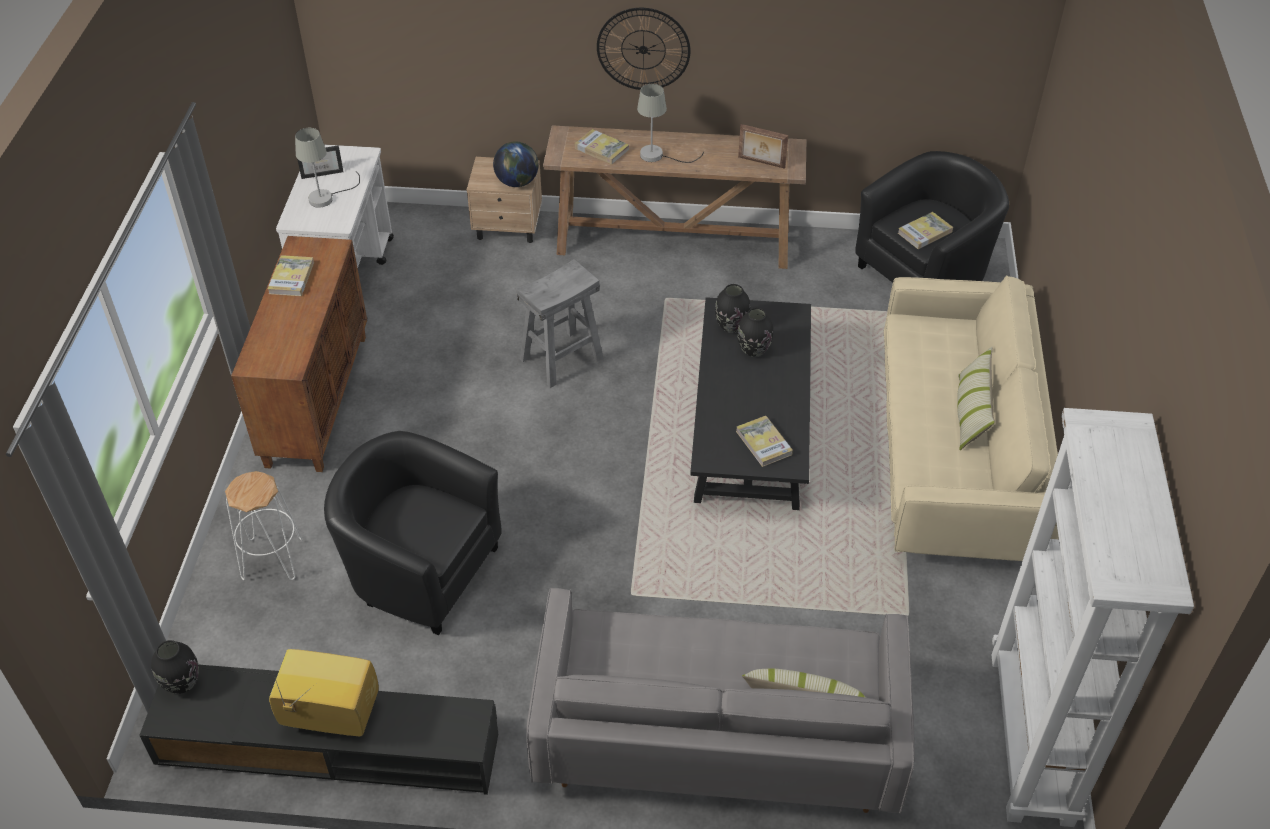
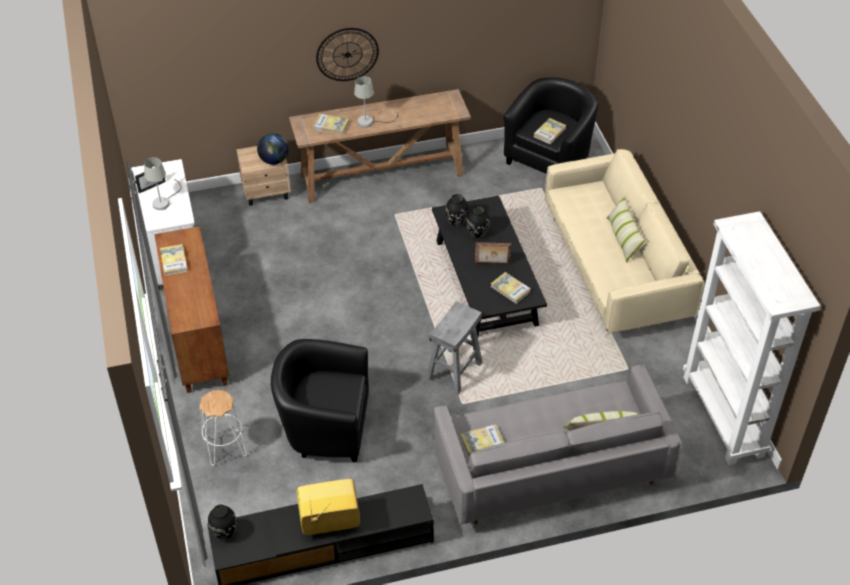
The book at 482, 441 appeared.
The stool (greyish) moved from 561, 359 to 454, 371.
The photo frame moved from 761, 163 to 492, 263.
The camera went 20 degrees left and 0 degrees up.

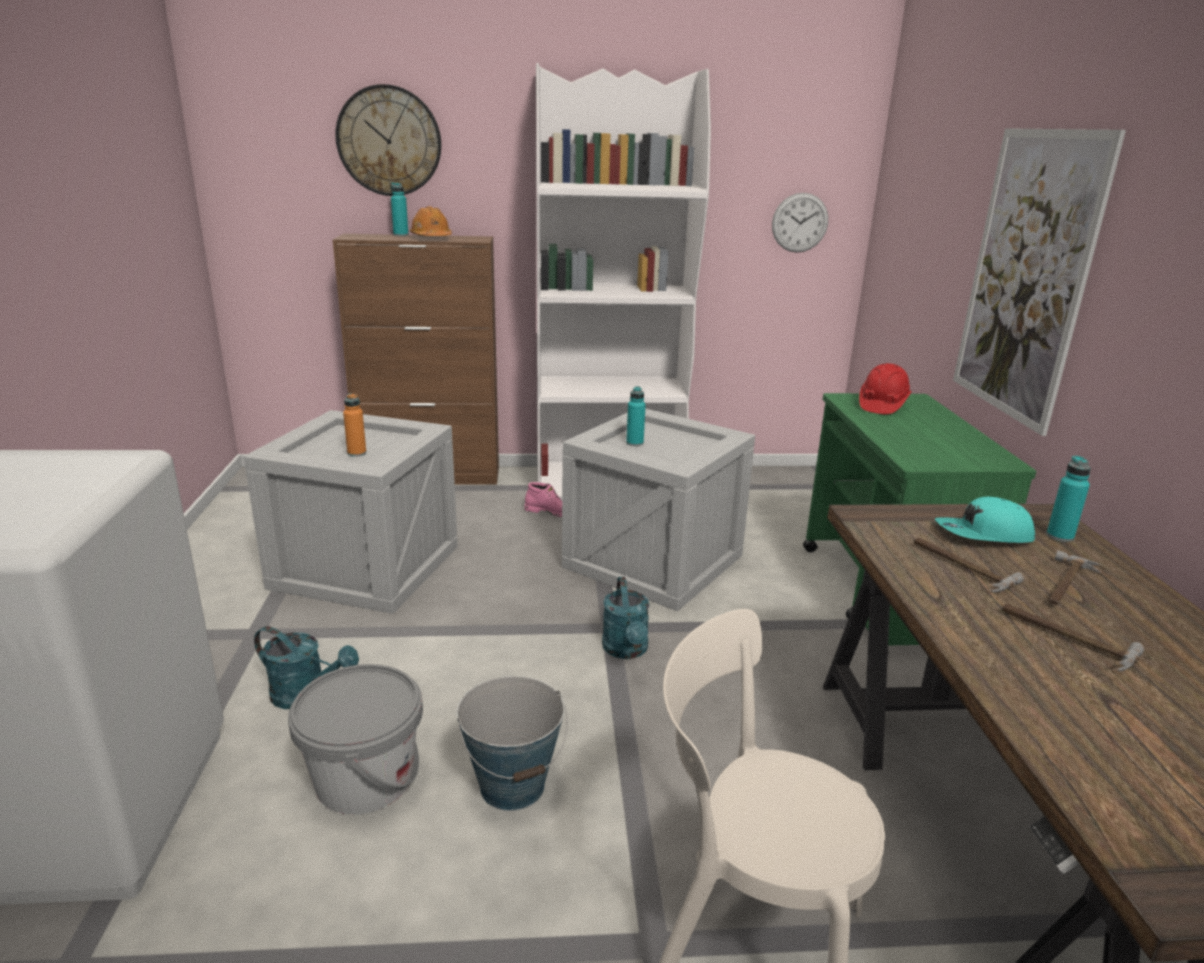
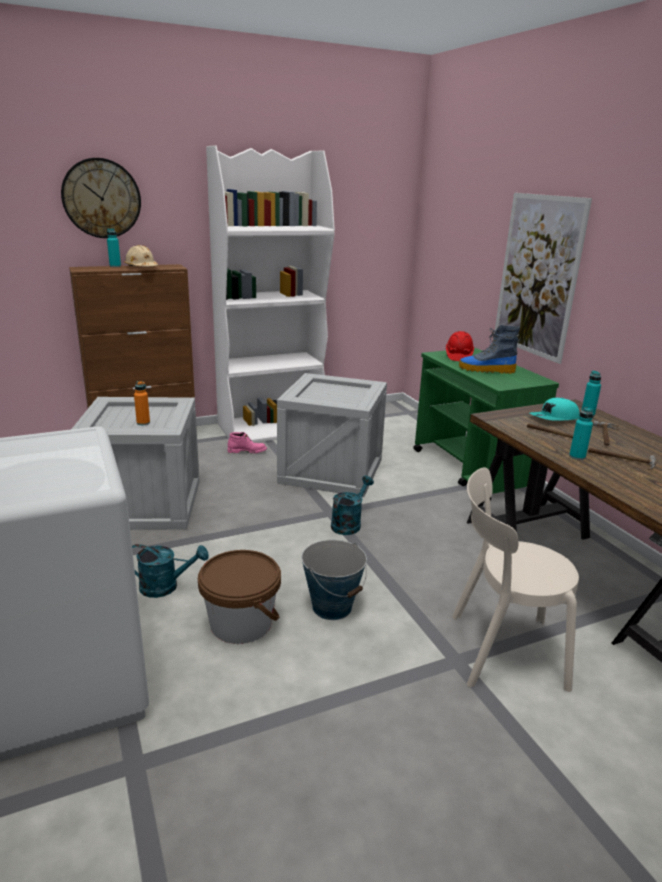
The wall clock at 800, 222 disappeared.
The tall boot at 486, 370 appeared.
The drink bottle (turquoise-coloured) moved from 634, 443 to 577, 456.
The water bucket (greyish) at 365, 779 became the water bucket (brownish) at 241, 623.
The work helmet (orange-coloured) at 431, 238 became the work helmet (beige-coloured) at 141, 267.
The watering pot (turquoise-coloured) at 626, 651 turned 120 degrees counterclockwise.
The camera went 20 degrees left and 0 degrees up.

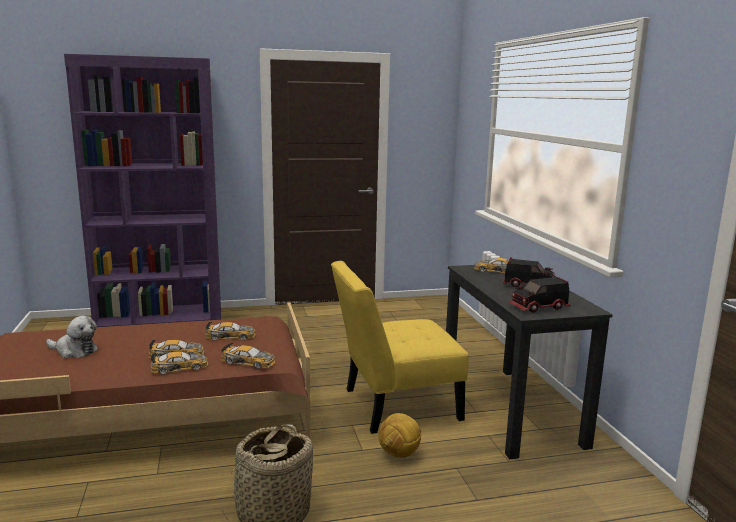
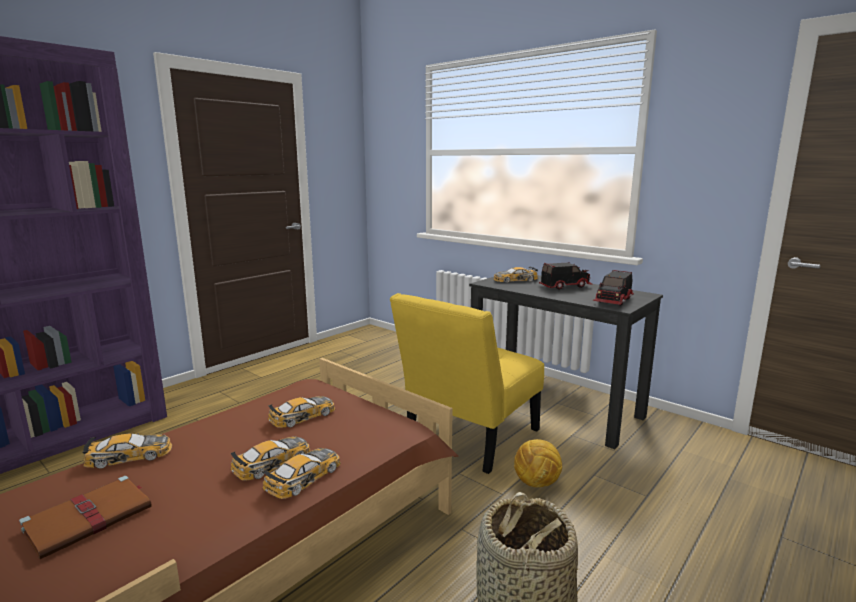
The toy car moved from 249, 362 to 130, 456.
The soft toy at 74, 351 was replaced by the book (brownish) at 91, 518.
The camera went 35 degrees left and 0 degrees up.

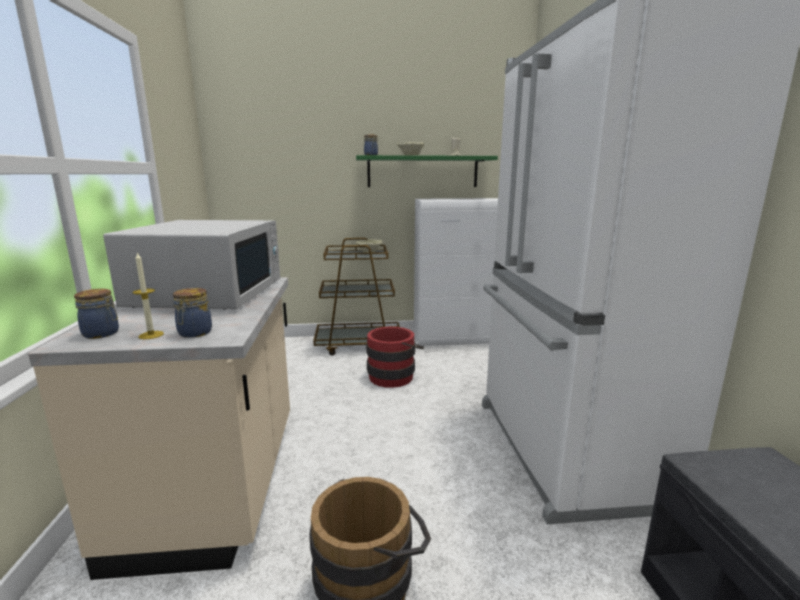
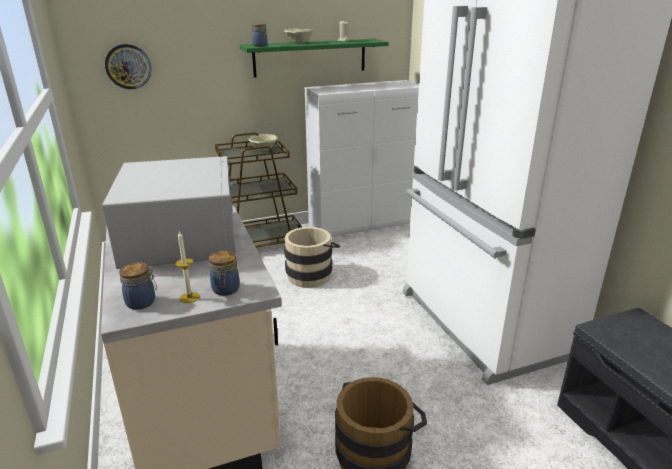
The wall clock at 128, 66 appeared.
The water bucket (red-coloured) at 394, 375 became the water bucket (beige-coloured) at 311, 274.
The camera went 15 degrees left and 10 degrees up.

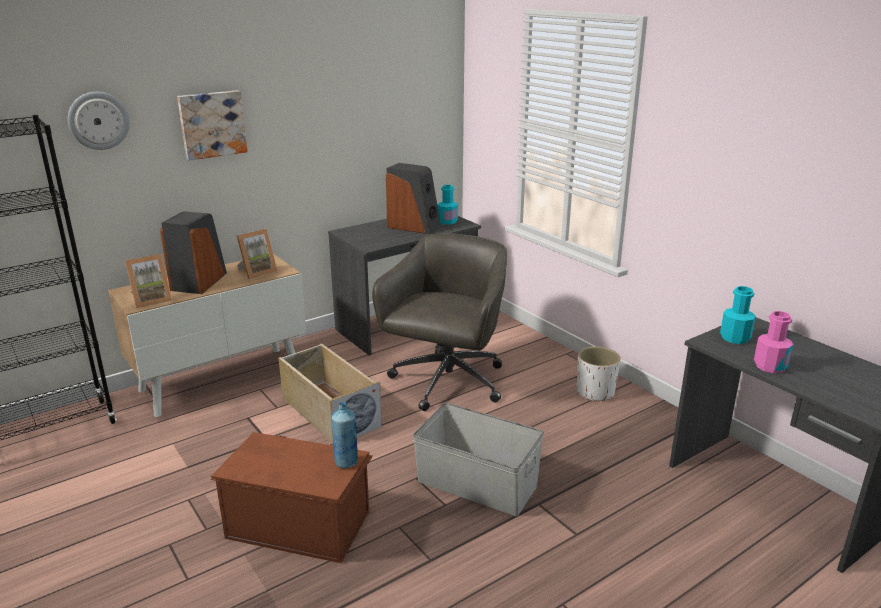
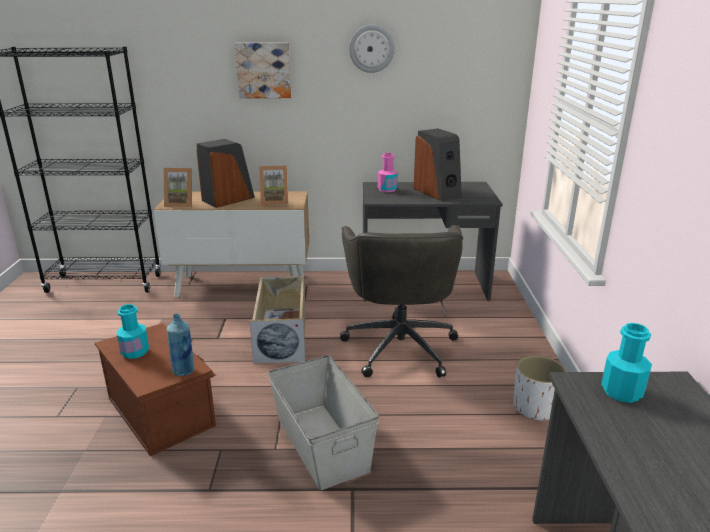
The wall clock moved from 98, 120 to 371, 48.
The drink bottle (turquoise-coloured) moved from 447, 221 to 135, 352.
The drink bottle (pink) moved from 770, 366 to 387, 189.
The office chair (greyish) at 447, 383 turned 120 degrees clockwise.
The camera went 35 degrees right and 0 degrees up.

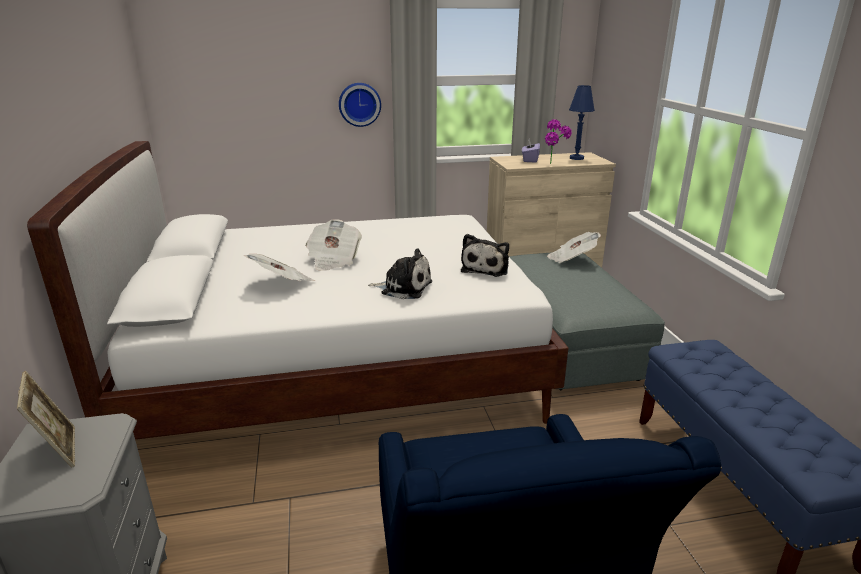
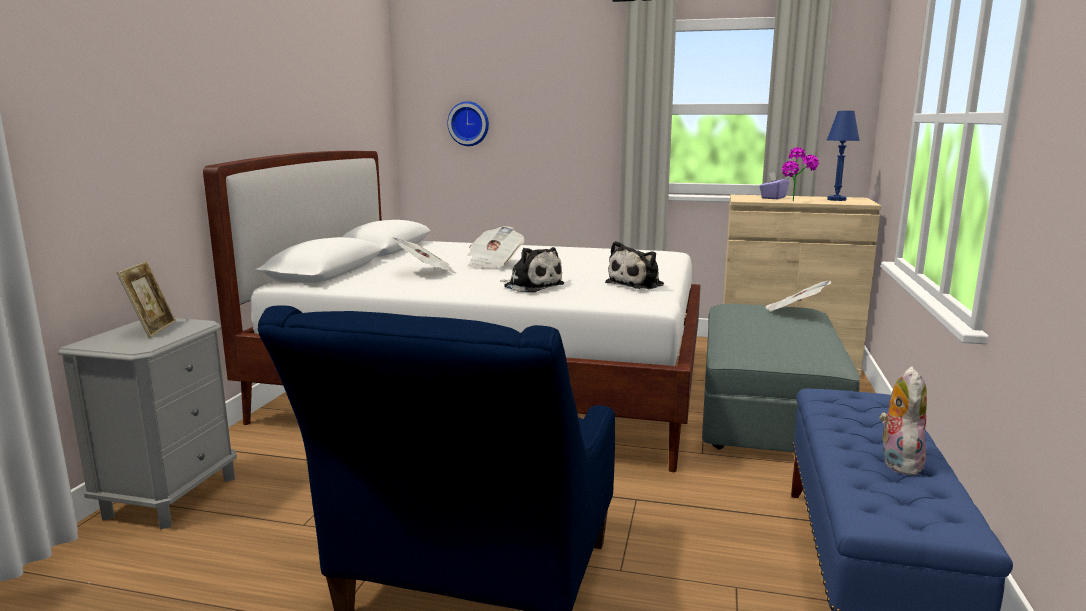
The soft toy at 897, 462 appeared.
The wall clock moved from 359, 104 to 469, 123.
The camera went 25 degrees right and 10 degrees down.

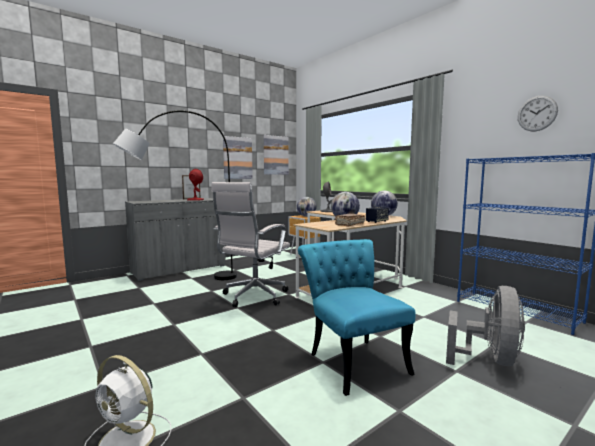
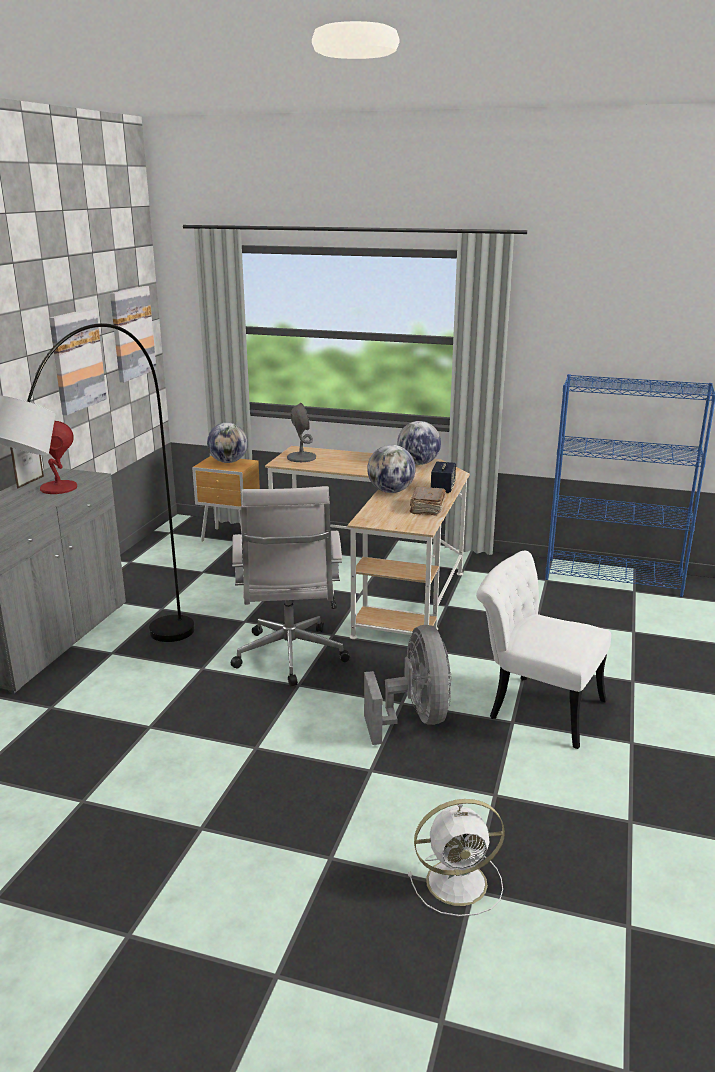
The wall clock at 537, 113 disappeared.
The electric fan (greyish) moved from 490, 360 to 414, 719.
The upright chair (turquoise-coloured) at 352, 359 became the upright chair (white) at 535, 706.
The camera went 35 degrees left and 15 degrees up.

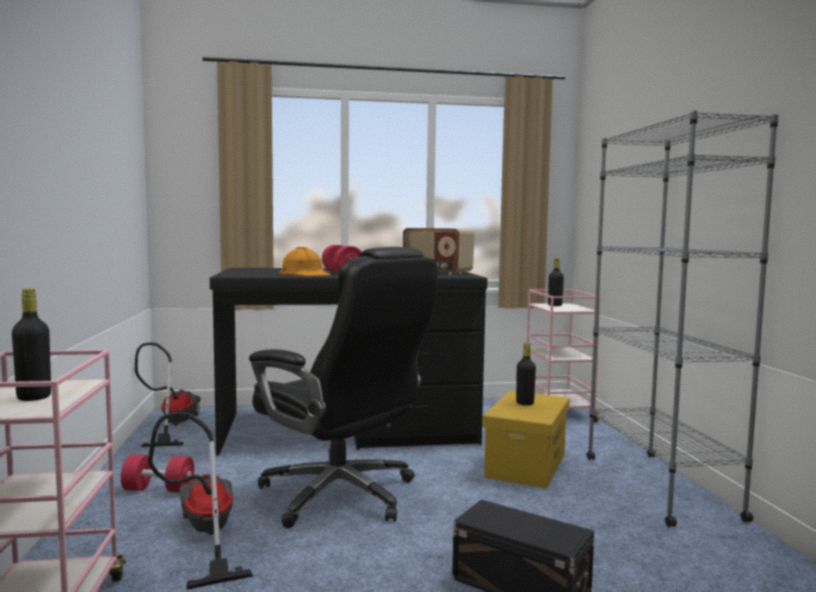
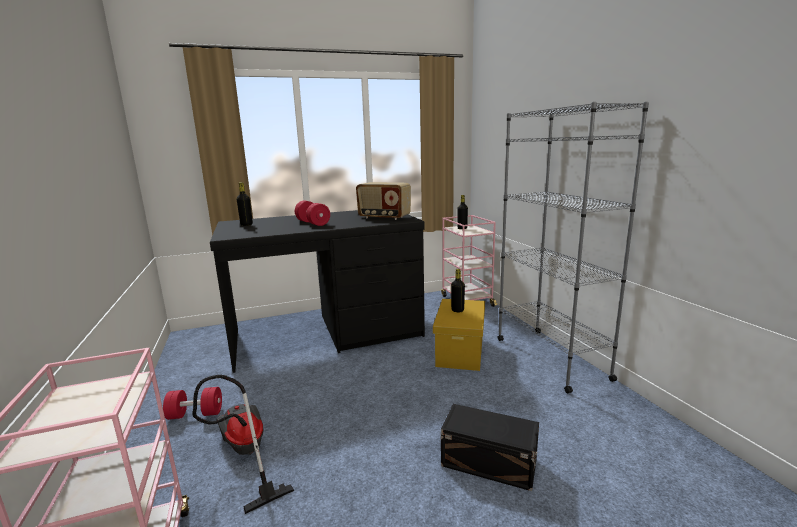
The vacuum at 172, 425 disappeared.
The office chair (black) at 341, 495 disappeared.
The work helmet (orange-coloured) at 305, 273 disappeared.
The drink bottle (black) moved from 34, 397 to 246, 224.
The camera went 10 degrees left and 10 degrees up.

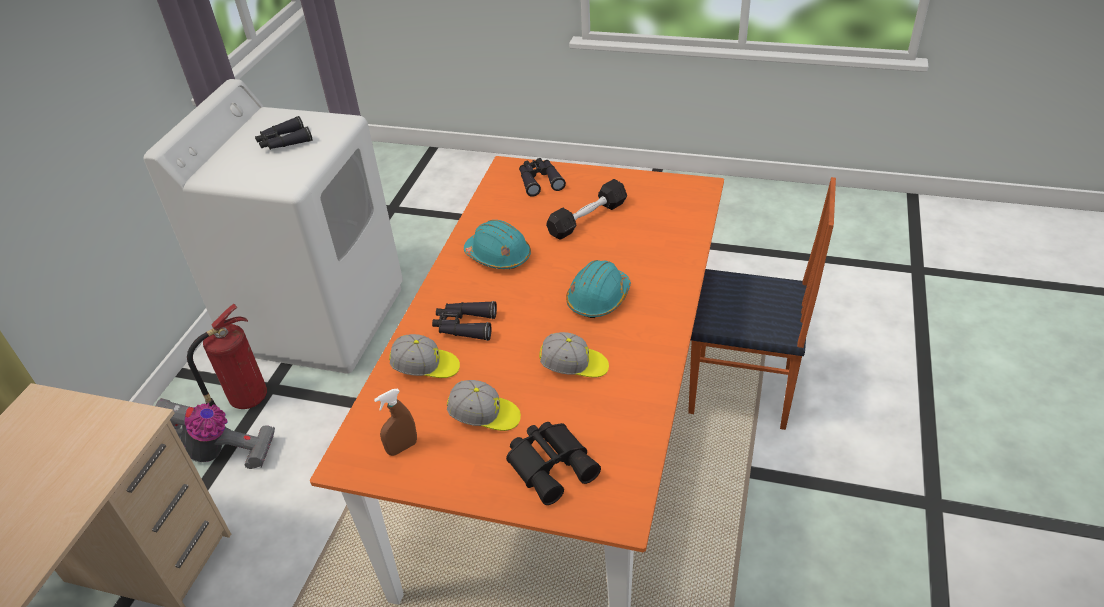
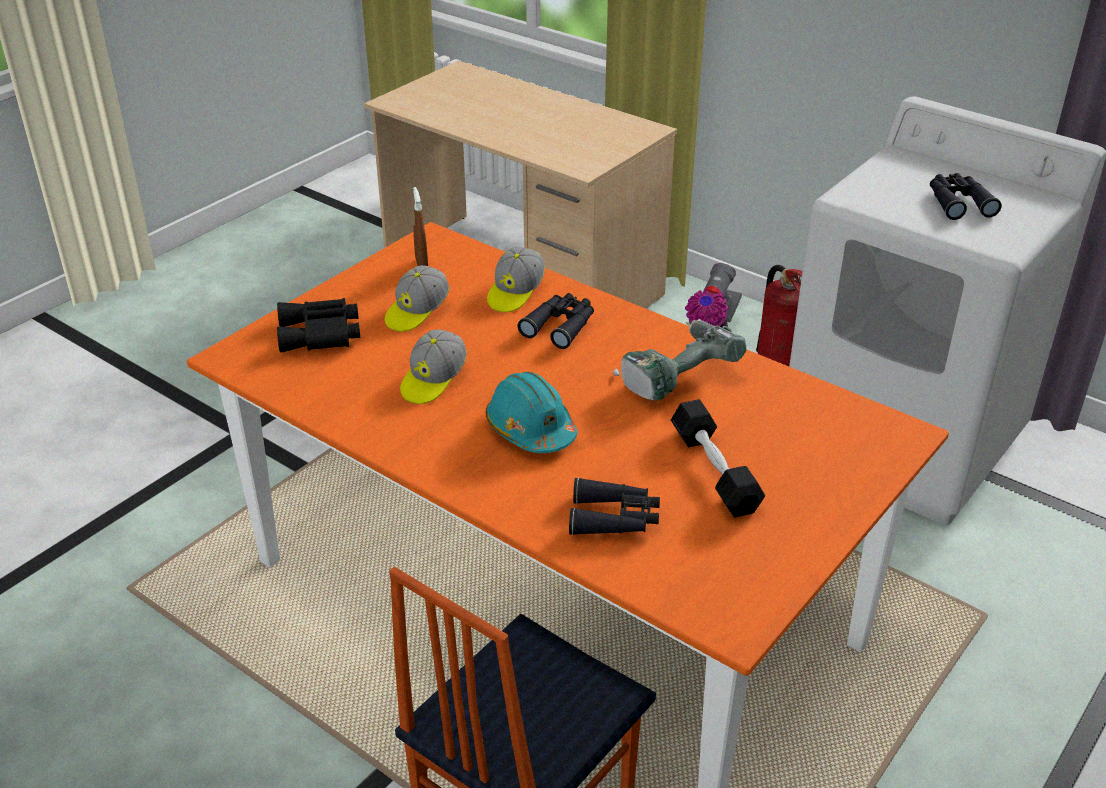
The pair of binoculars (black) moved from 539, 181 to 615, 518.
The work helmet (turquoise-coloured) at 498, 256 was replaced by the power drill at 675, 375.
The camera went 110 degrees right and 5 degrees down.

